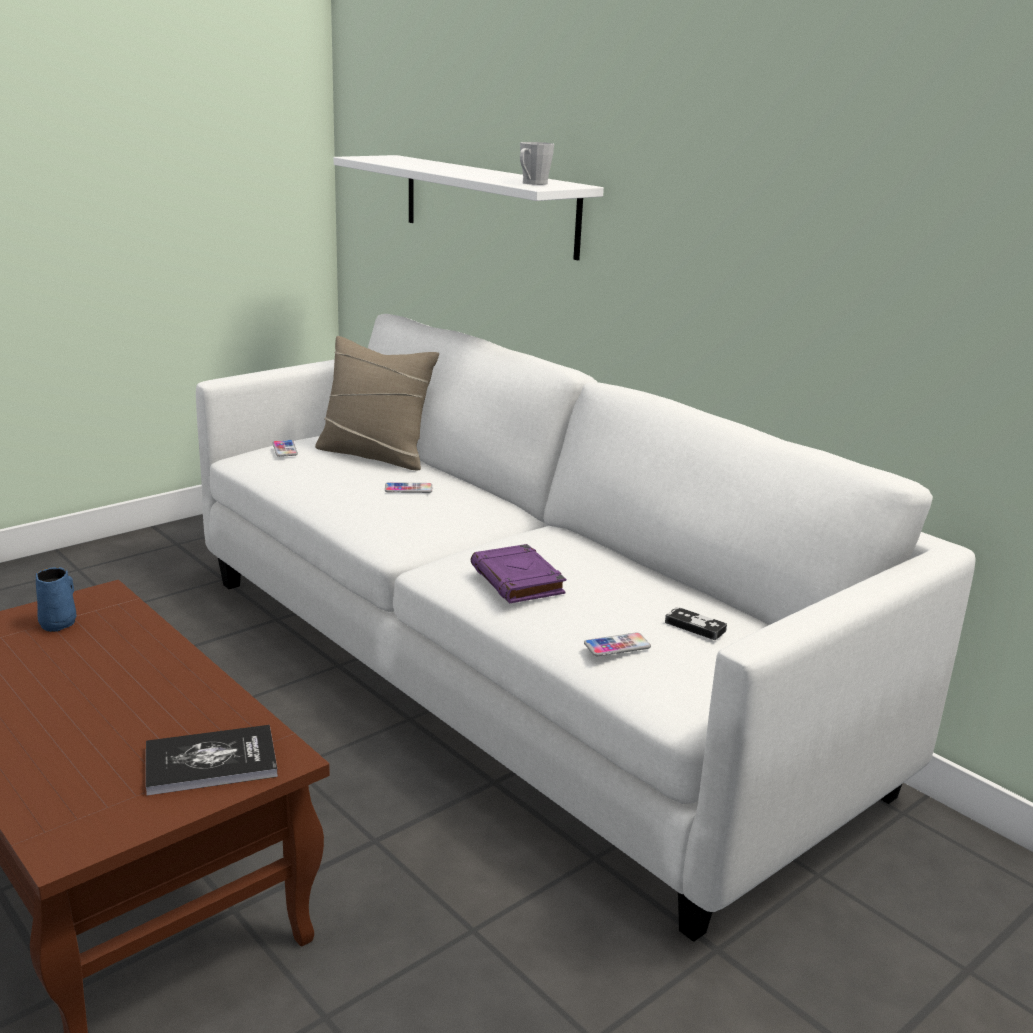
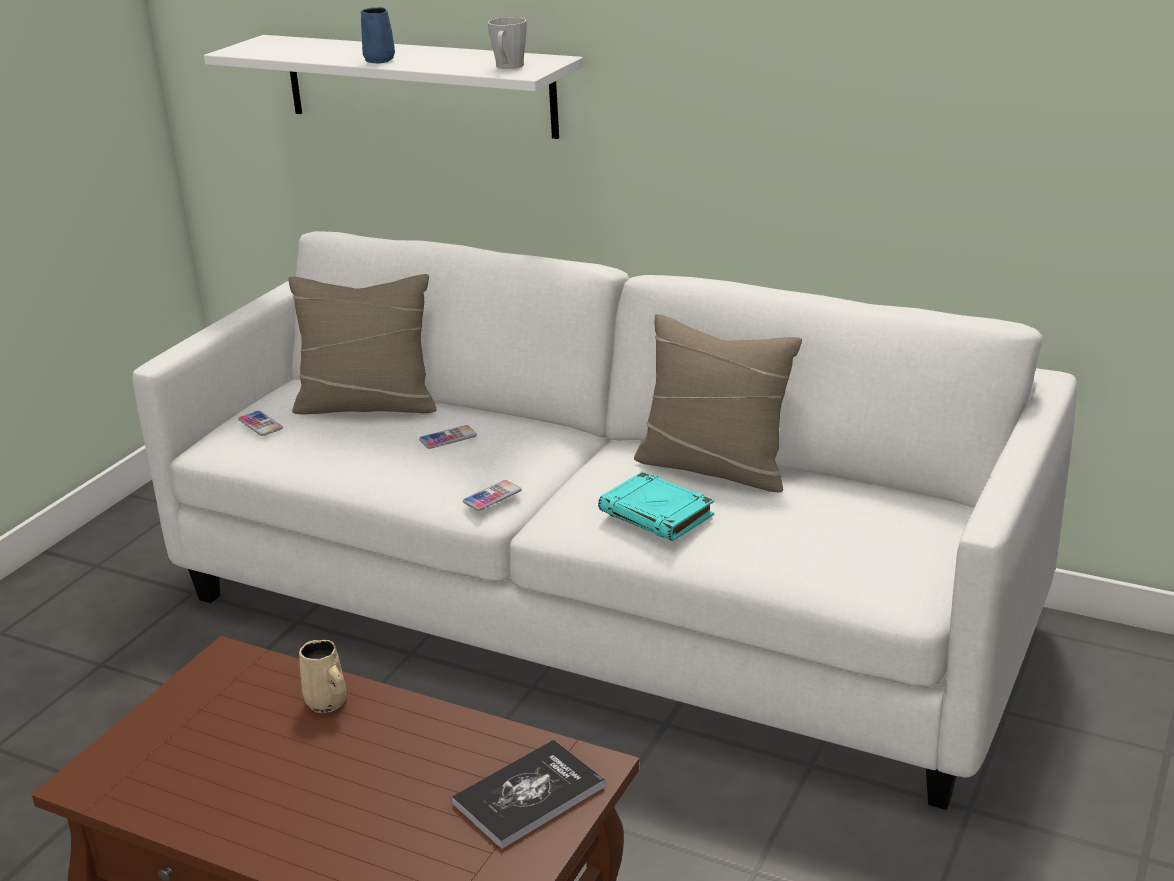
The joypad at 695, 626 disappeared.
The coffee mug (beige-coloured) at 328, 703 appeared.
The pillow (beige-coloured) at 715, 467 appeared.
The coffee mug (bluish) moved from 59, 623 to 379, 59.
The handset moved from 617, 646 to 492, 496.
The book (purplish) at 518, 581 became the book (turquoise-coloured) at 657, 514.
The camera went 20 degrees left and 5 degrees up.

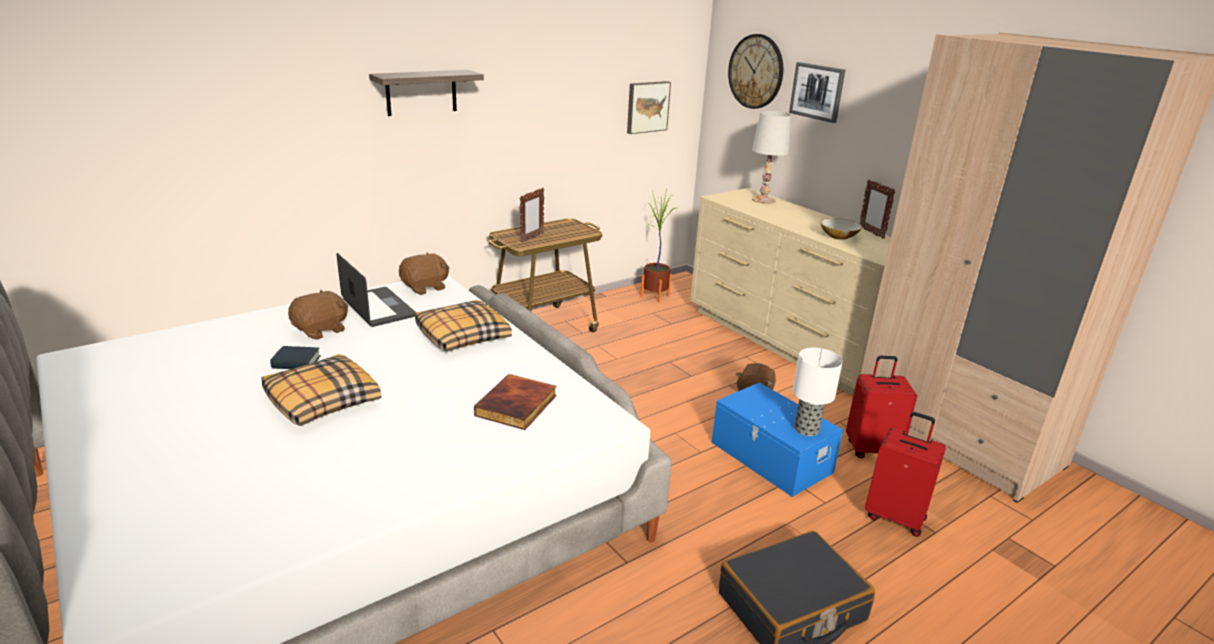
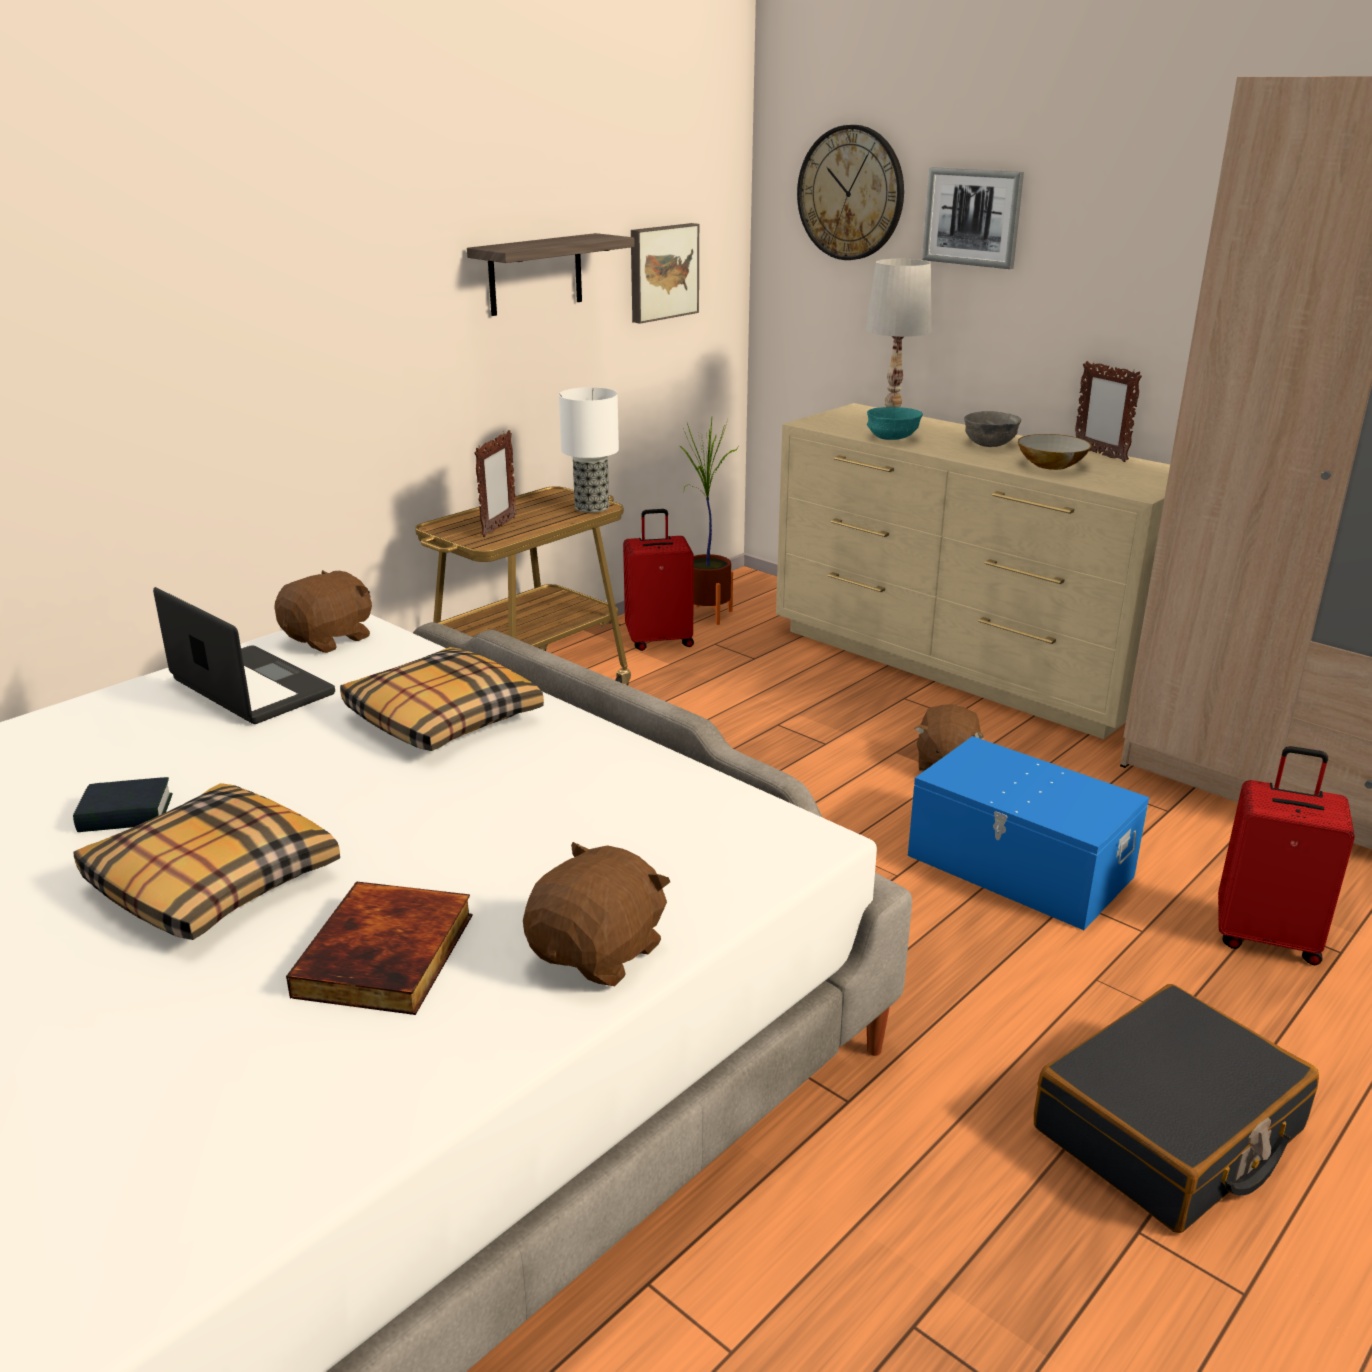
The bowl (turquoise-coloured) at 892, 438 appeared.
The bowl (greyish) at 990, 444 appeared.
The soft toy (brownish) moved from 321, 330 to 599, 953.
The bracket shelf moved from 421, 92 to 535, 274.
The book moved from 517, 406 to 388, 956.
The table lamp moved from 807, 429 to 592, 507.
The piece of luggage (red-coloured) moved from 871, 449 to 659, 640.
The camera went 10 degrees left and 0 degrees up.

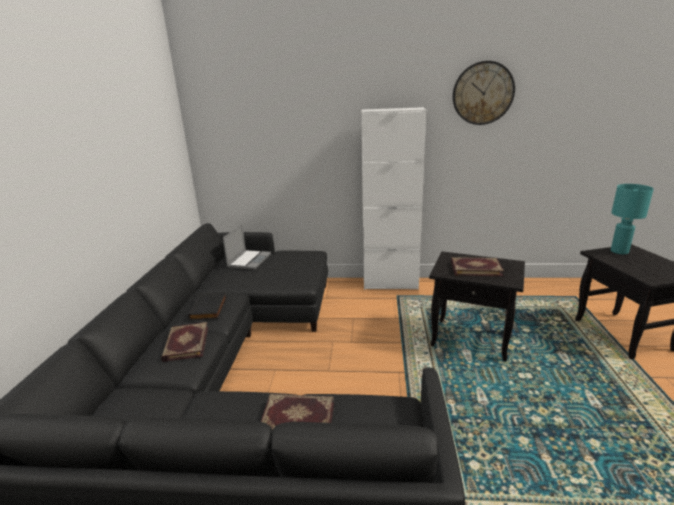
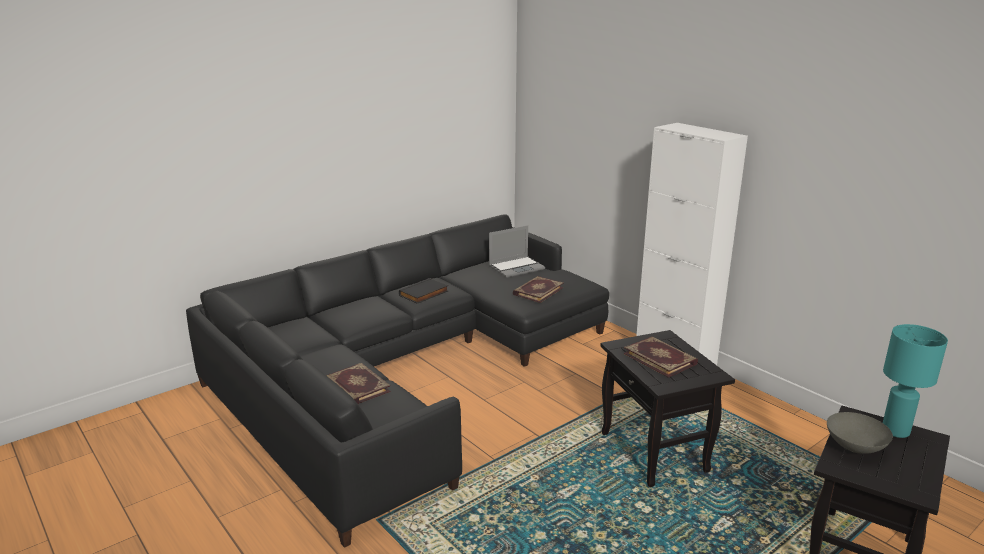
The wall clock at 483, 93 disappeared.
The bowl (greyish) at 855, 448 appeared.
The book moved from 185, 343 to 537, 291.
The camera went 45 degrees right and 0 degrees up.

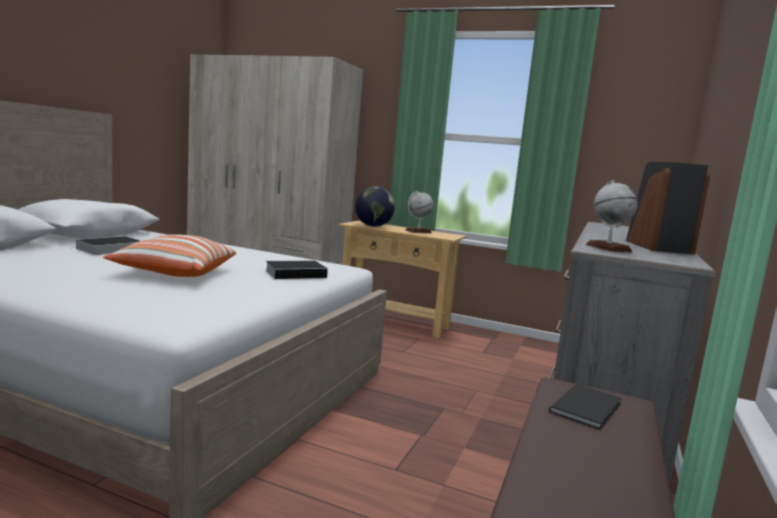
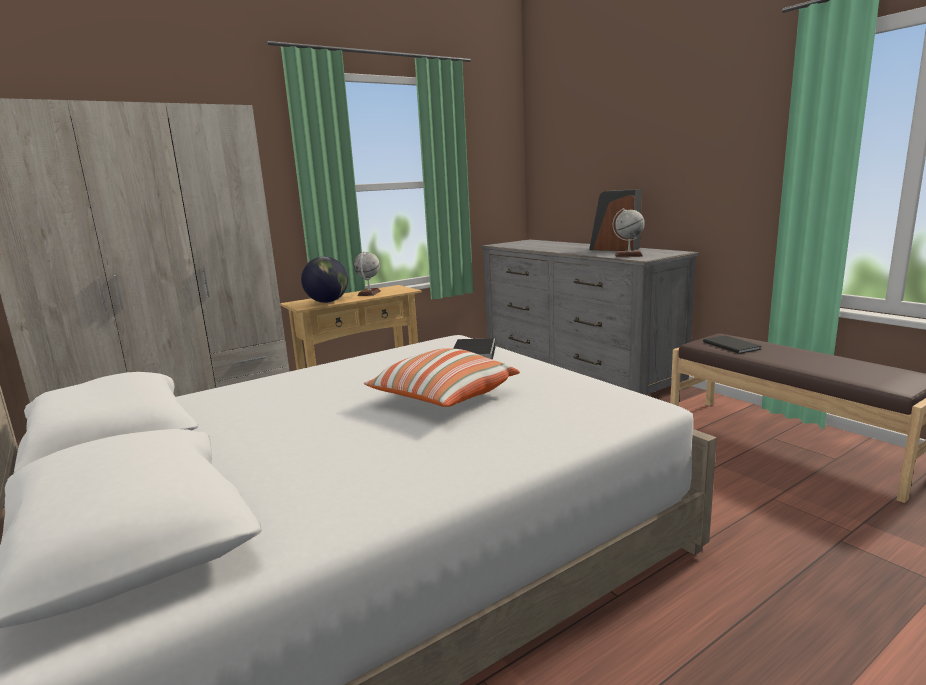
The book at 108, 249 disappeared.
The camera went 55 degrees left and 5 degrees up.

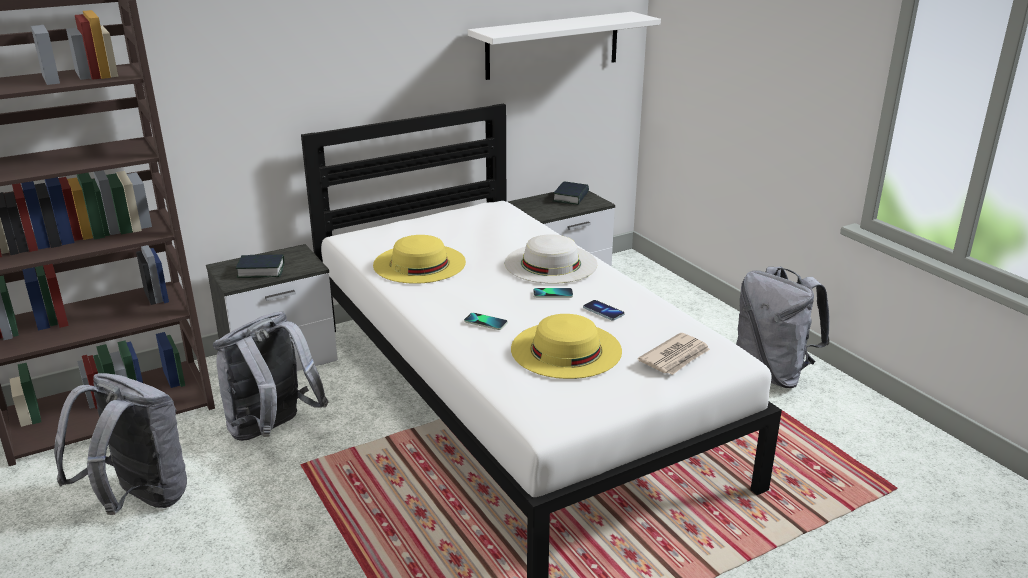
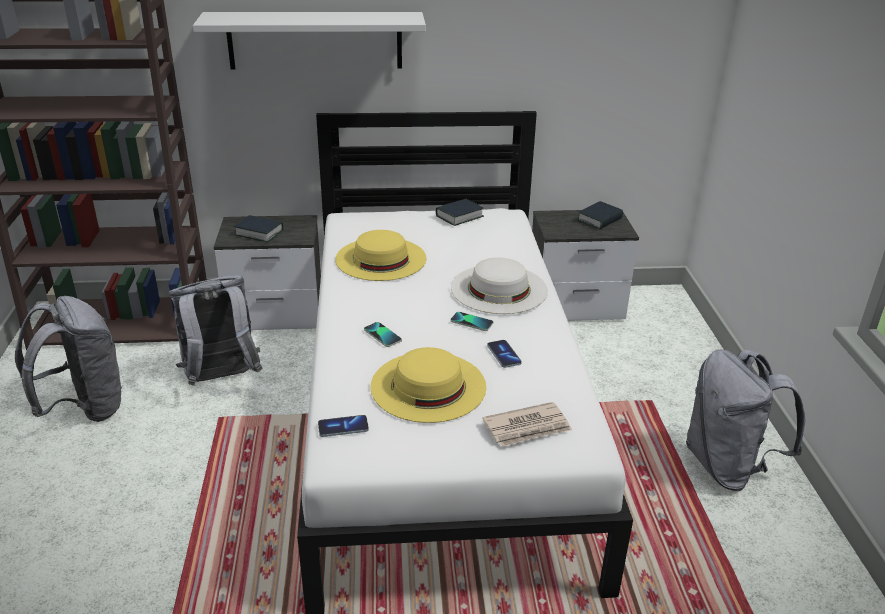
The handset at 343, 427 appeared.
The book at 459, 216 appeared.
The bracket shelf (white) moved from 553, 45 to 315, 40.
The camera went 25 degrees right and 5 degrees up.

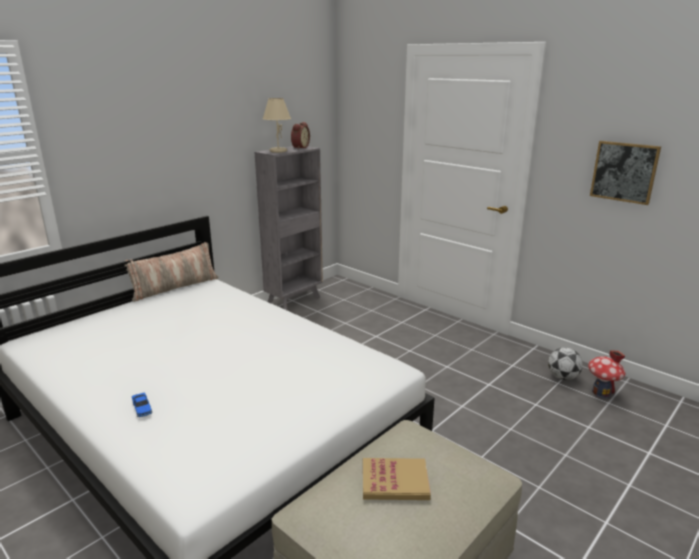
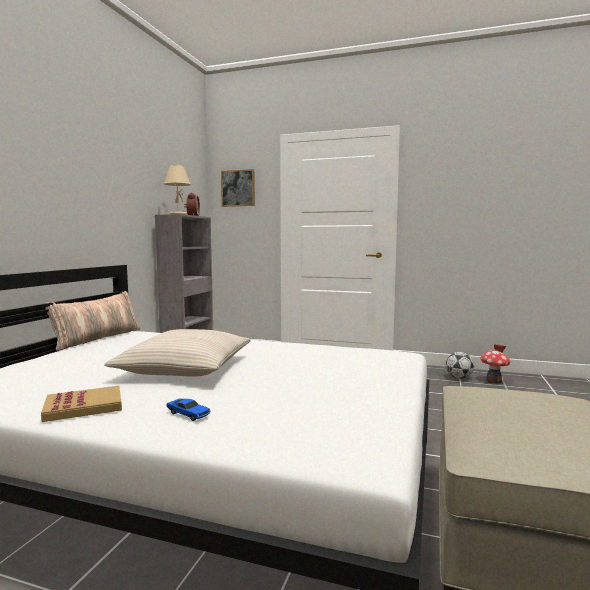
The pillow (beige-coloured) at 185, 368 appeared.
The book moved from 395, 482 to 84, 406.
The wall art moved from 624, 172 to 238, 188.
The camera went 25 degrees left and 15 degrees down.

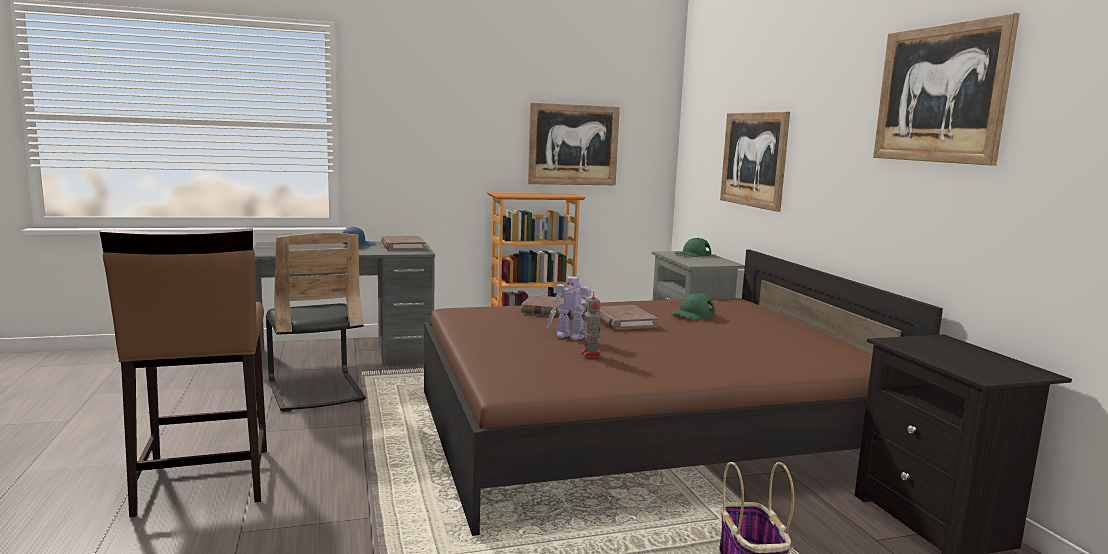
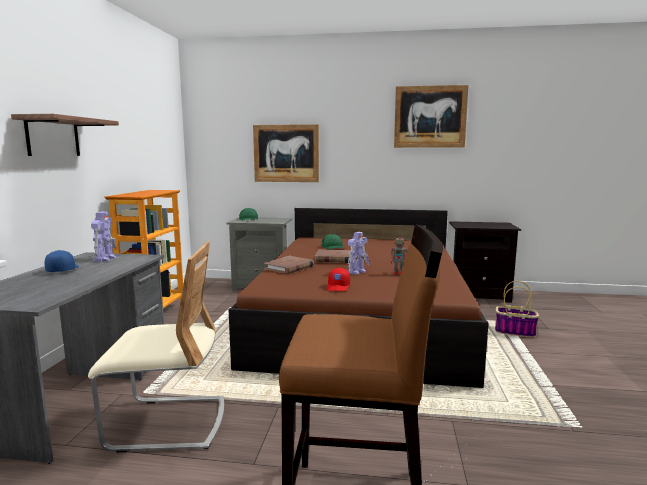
The wall art at 573, 145 disappeared.
The bracket shelf at 53, 137 appeared.
The baseball cap (red-coloured) at 338, 287 appeared.
The book (brownish) at 403, 246 was replaced by the model robot at 105, 259.
The upright chair (black) at 315, 391 became the upright chair (beige-coloured) at 168, 424.
The camera went 65 degrees left and 0 degrees up.

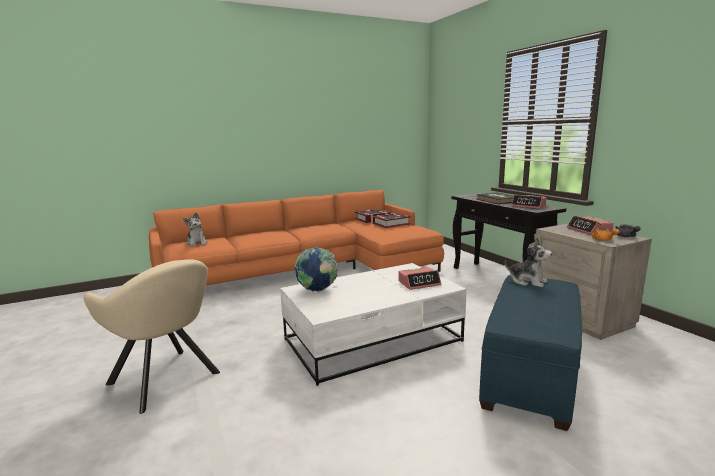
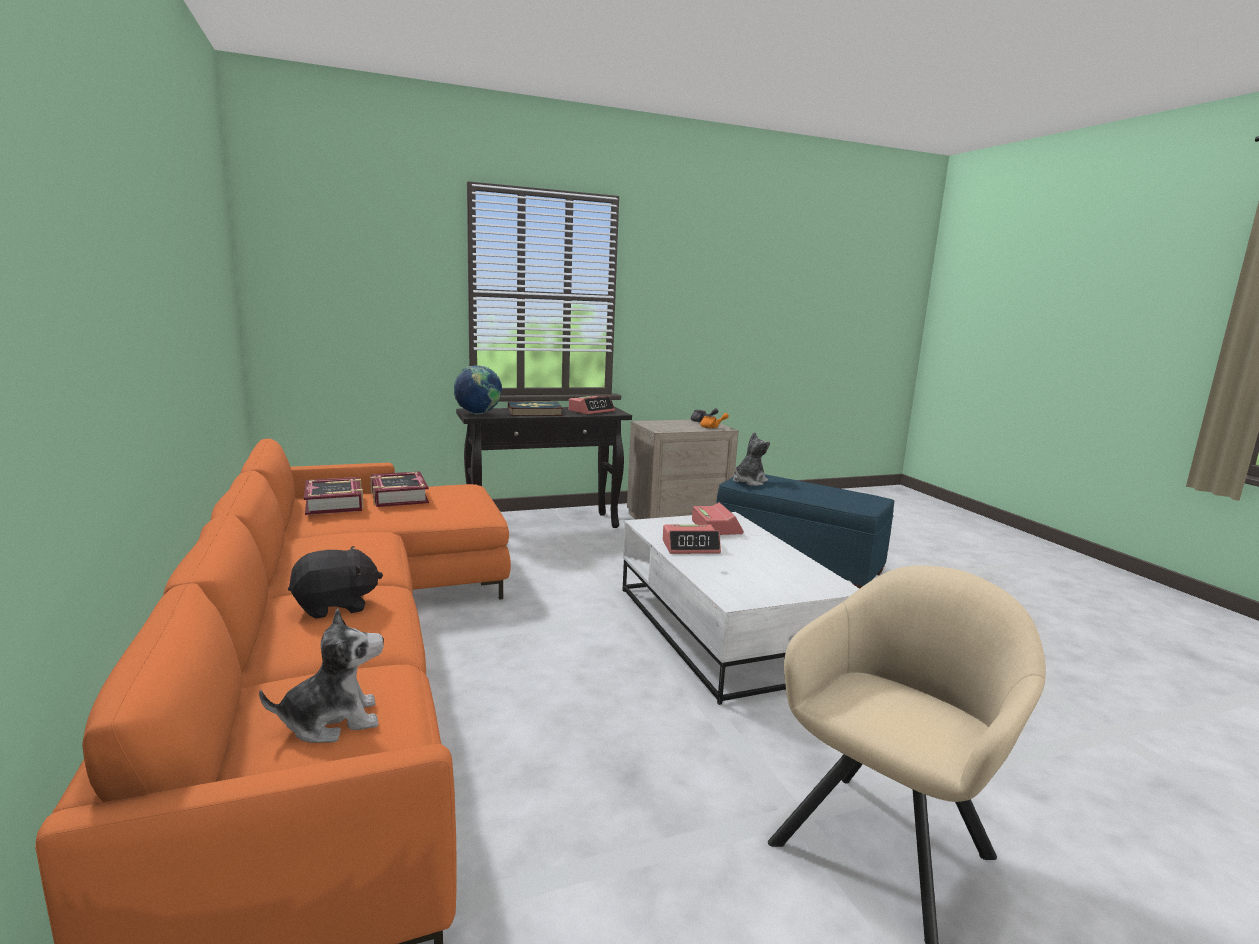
The soft toy (black) at 335, 606 appeared.
The globe moved from 317, 290 to 478, 414.
The bedside clock moved from 589, 231 to 691, 547.
The camera went 85 degrees left and 0 degrees up.

